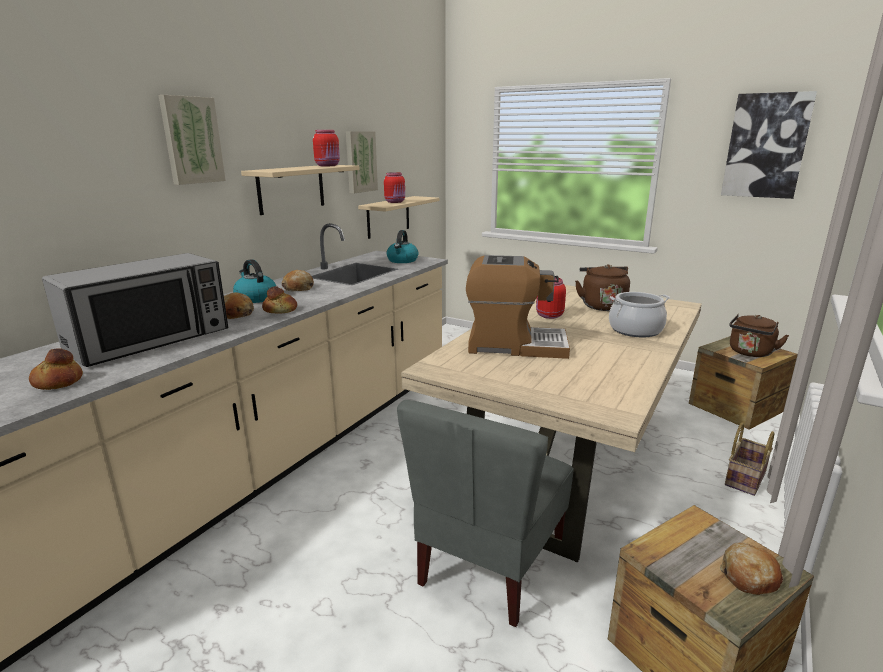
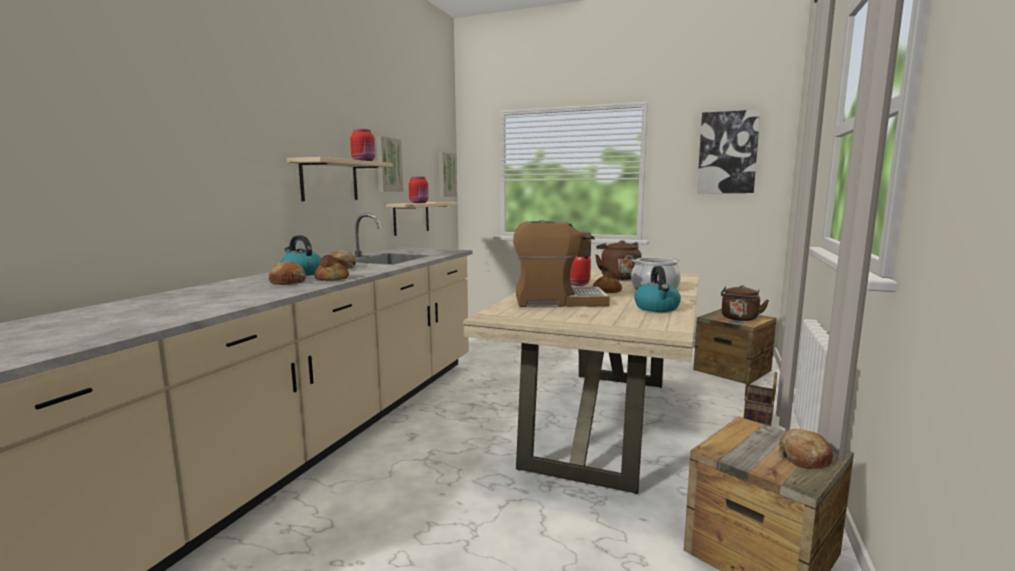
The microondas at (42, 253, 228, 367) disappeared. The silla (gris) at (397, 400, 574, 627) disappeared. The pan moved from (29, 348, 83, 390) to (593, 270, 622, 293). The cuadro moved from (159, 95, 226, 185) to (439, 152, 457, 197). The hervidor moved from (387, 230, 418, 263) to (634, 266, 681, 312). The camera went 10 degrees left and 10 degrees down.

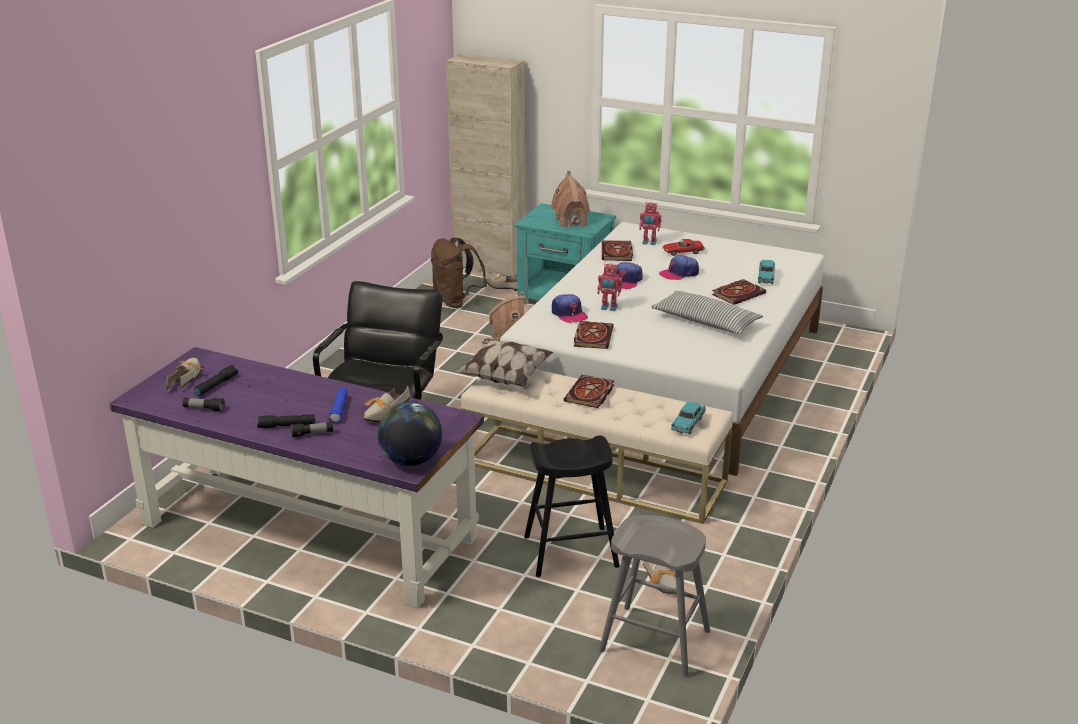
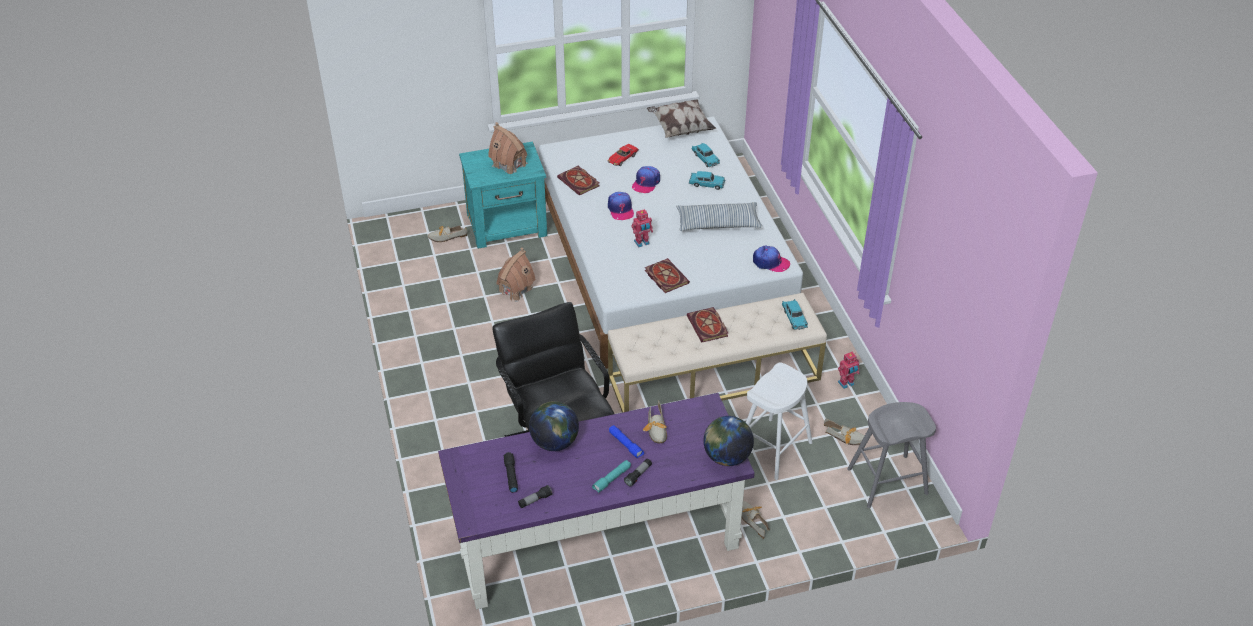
The mochila (marrón) at (431, 238, 487, 308) disappeared. The armario (beis) at (446, 53, 525, 278) disappeared. The globo terráqueo at (529, 401, 579, 451) appeared. The zapato moved from (166, 358, 204, 392) to (742, 501, 770, 539). The cojín moved from (456, 338, 553, 386) to (647, 99, 716, 138). The gorra moved from (552, 294, 588, 323) to (753, 246, 790, 272). The robot de juguete moved from (639, 202, 661, 245) to (838, 352, 859, 389). The libro at (712, 279, 766, 305) was replaced by the coche de juguete (turquesa) at (689, 171, 725, 190). The linterna (negro) at (257, 414, 315, 428) became the linterna (turquesa) at (592, 460, 631, 493). The taburete (negro) at (524, 435, 620, 577) became the taburete (blanco) at (746, 363, 812, 480). The camera went 40 degrees left and 15 degrees up.

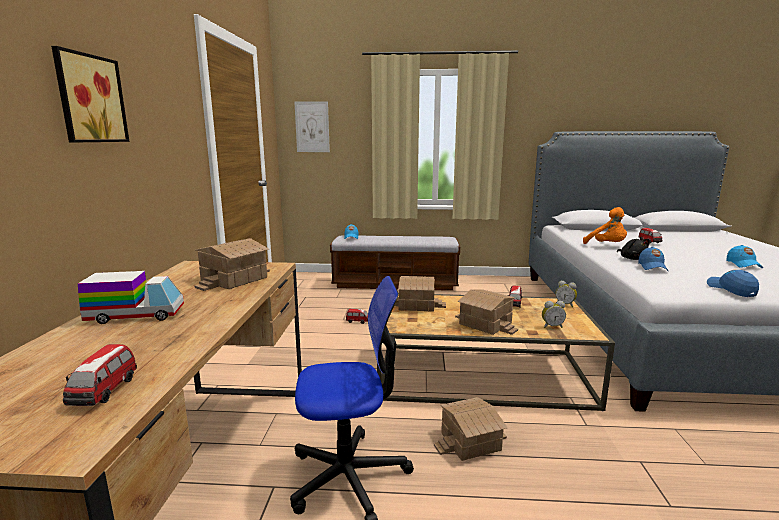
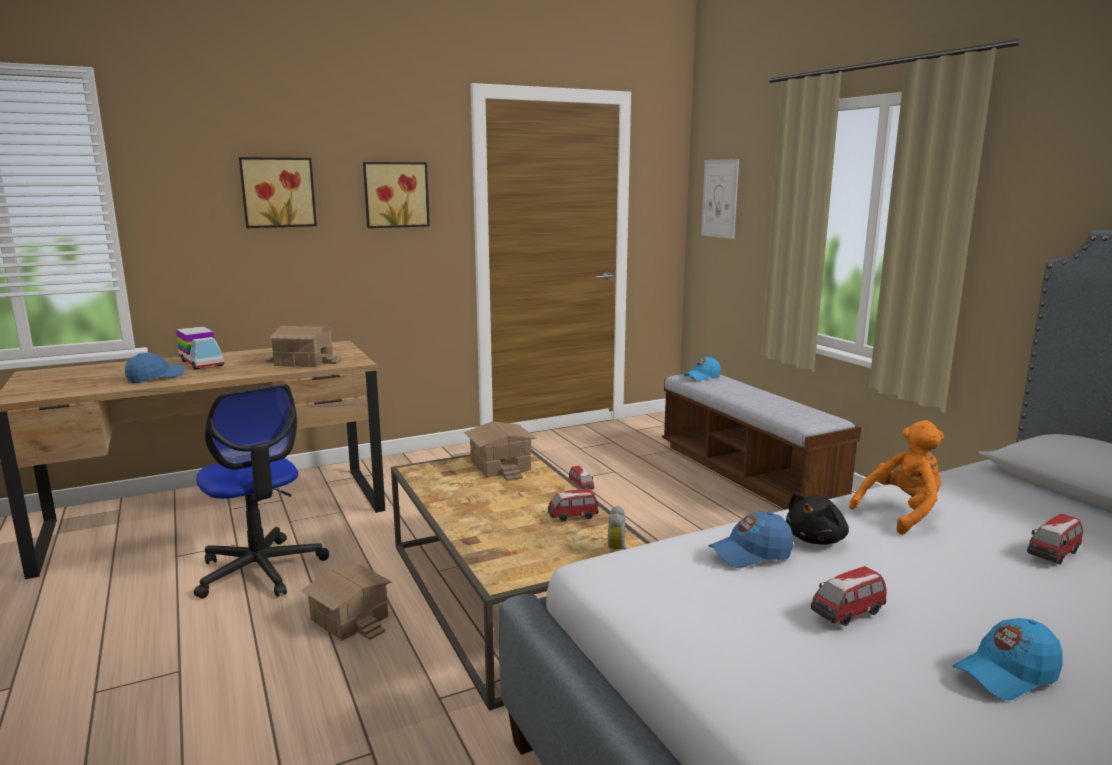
The casita at (455, 289, 518, 335) disappeared. The despertador at (542, 301, 566, 328) disappeared. The cuadro at (363, 162, 430, 228) appeared. The coche de juguete moved from (63, 344, 137, 406) to (811, 566, 887, 626). The gorra (azul) moved from (707, 270, 759, 297) to (125, 353, 185, 383). The peluche (naranja) at (583, 207, 627, 244) turned 150 degrees counterclockwise. The camera went 60 degrees right and 0 degrees up.

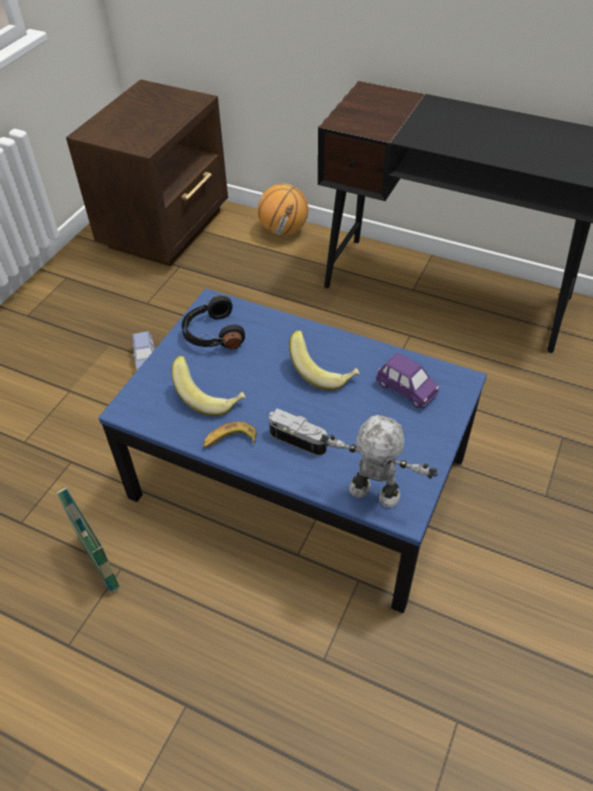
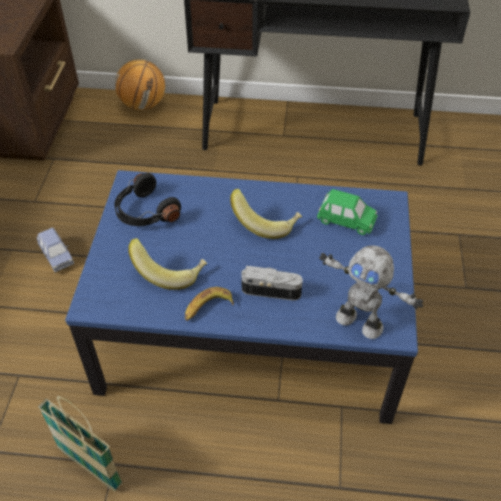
The coche de juguete (morado) at (376, 353, 440, 408) became the coche de juguete (verde) at (317, 189, 378, 235). The robot de juguete at (320, 415, 438, 507) turned 150 degrees counterclockwise. The camera went 20 degrees left and 0 degrees up.

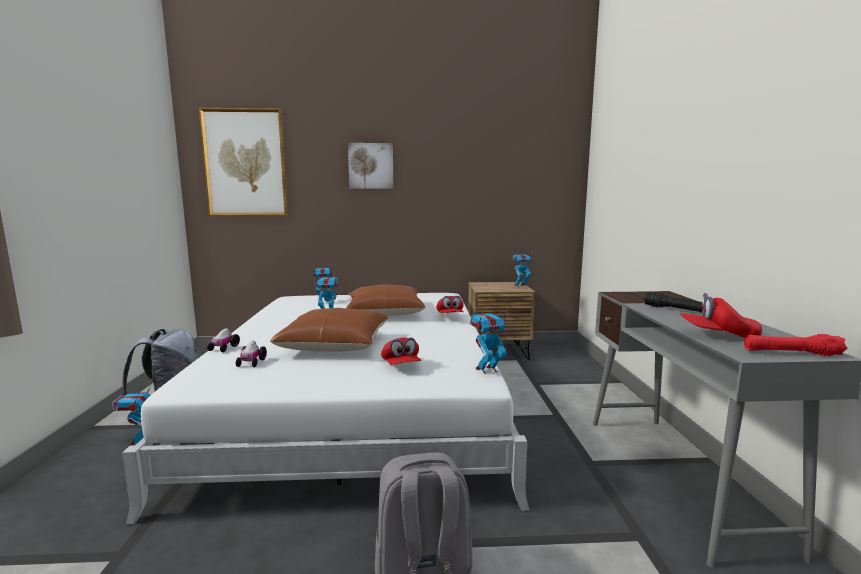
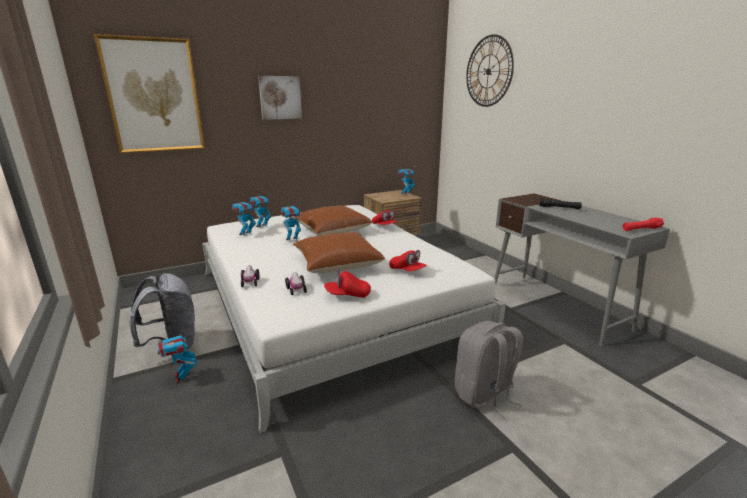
The reloj de pared at (466, 34, 514, 107) appeared. The robot de juguete moved from (470, 308, 508, 374) to (232, 200, 256, 237). The gorra (rojo) moved from (680, 293, 762, 338) to (324, 269, 371, 298). The camera went 25 degrees left and 10 degrees up.

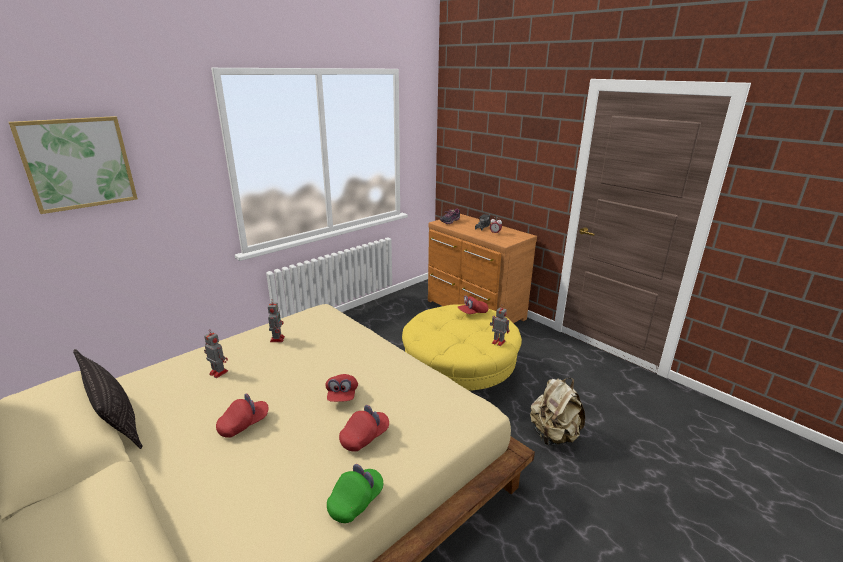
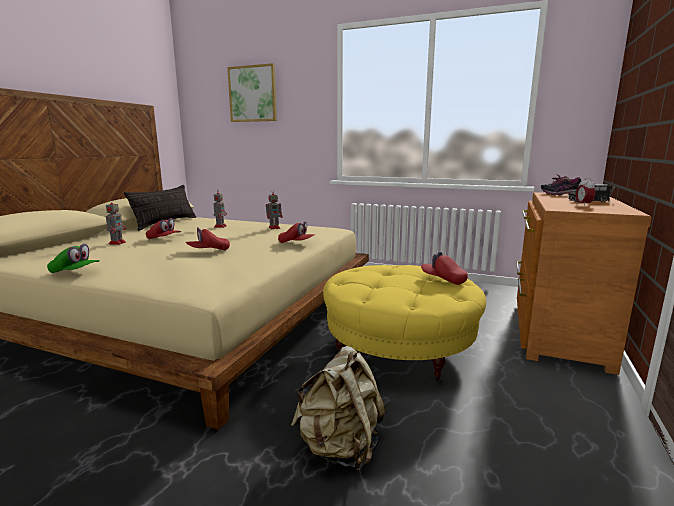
The gorra (rojo) moved from (339, 405, 389, 451) to (278, 221, 315, 243). The robot de juguete moved from (490, 307, 510, 346) to (106, 199, 126, 245). The camera went 65 degrees right and 10 degrees down.

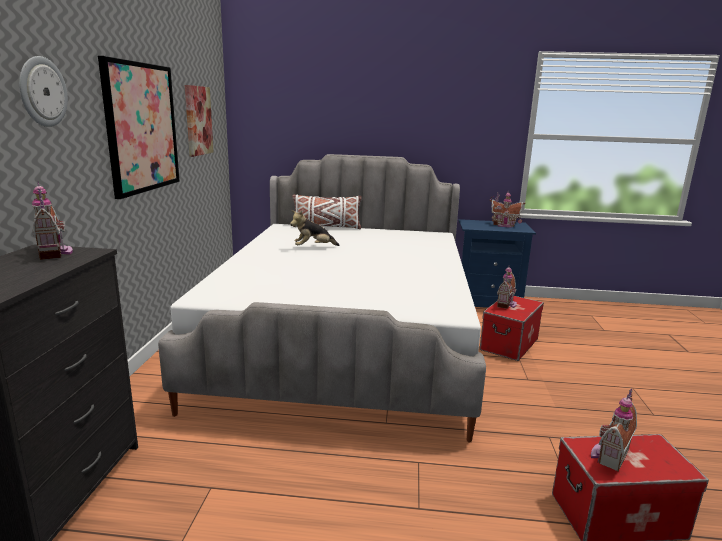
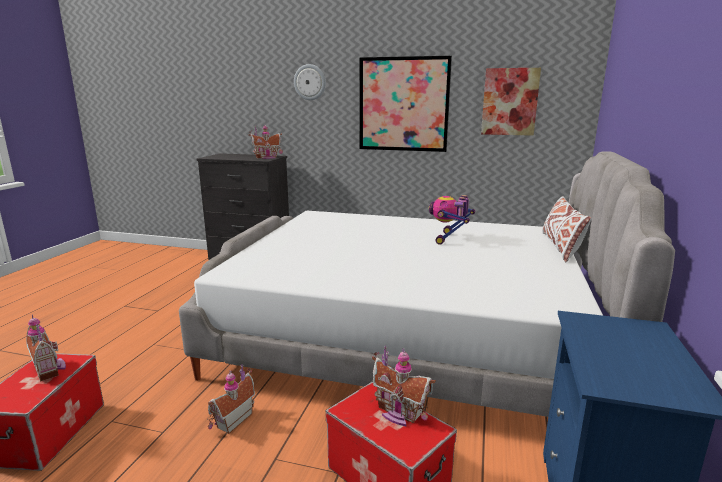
The casita moved from (489, 191, 525, 228) to (208, 364, 255, 434). The peluche at (290, 210, 340, 246) was replaced by the robot de juguete at (429, 195, 475, 245). The camera went 100 degrees right and 0 degrees up.

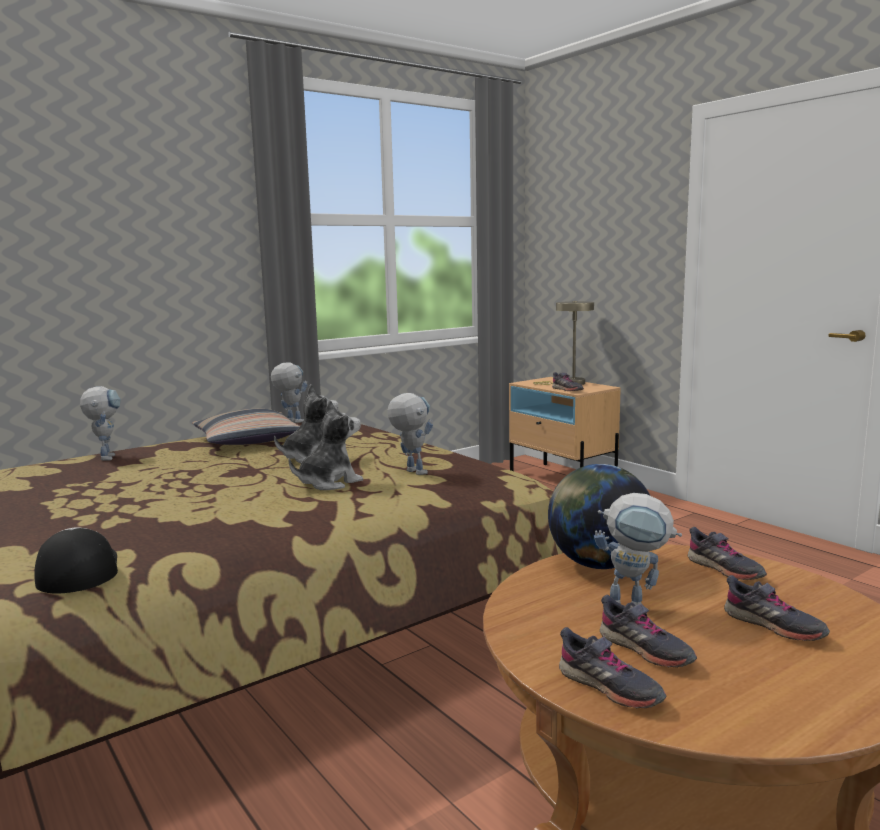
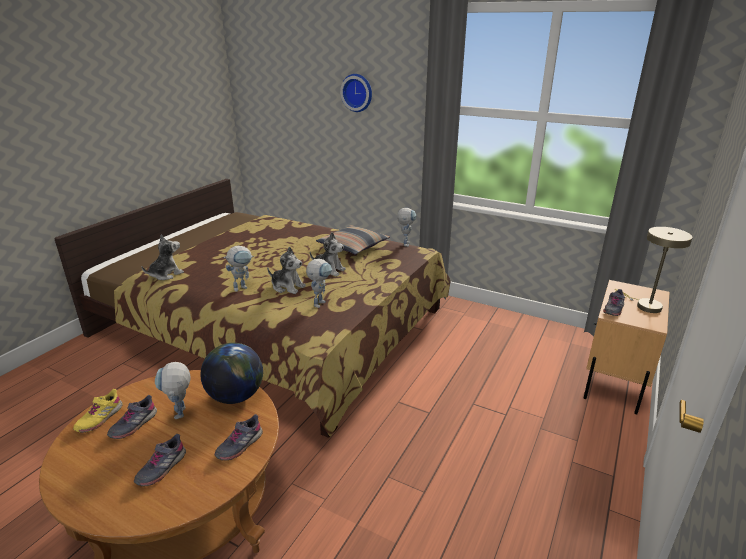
The reloj de pared at (340, 74, 372, 112) appeared. The robot de juguete moved from (80, 386, 121, 461) to (224, 246, 254, 292). The gorra at (34, 527, 118, 593) was replaced by the peluche at (142, 234, 184, 280). The zapato (gris) at (559, 627, 666, 708) became the zapato (amarillo) at (73, 389, 123, 433). The camera went 65 degrees right and 15 degrees up.

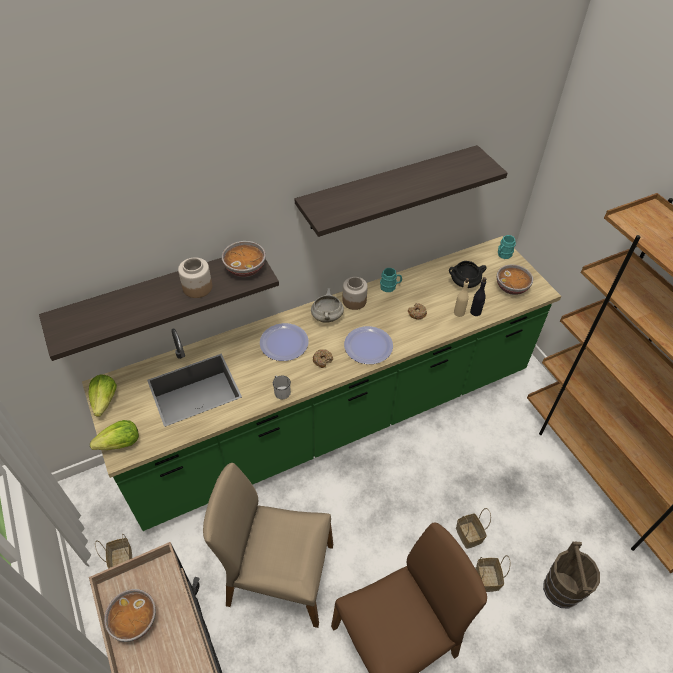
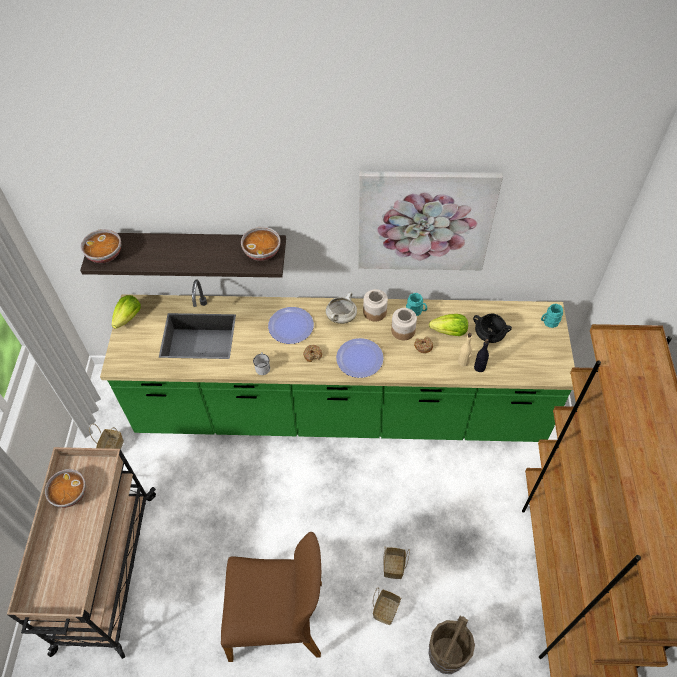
The silla (beis) at (203, 463, 333, 628) disappeared. The lechuga moved from (90, 420, 139, 450) to (429, 314, 468, 336). The tarro moved from (178, 257, 212, 298) to (391, 308, 417, 340). The cuenco moved from (497, 264, 533, 295) to (81, 229, 121, 263). The estante at (295, 145, 507, 237) was replaced by the cuadro at (358, 171, 503, 270). The camera went 30 degrees right and 5 degrees up.

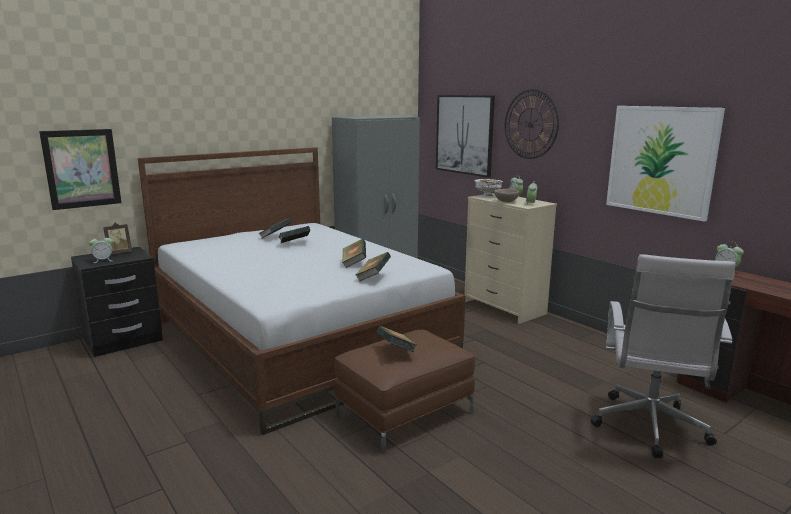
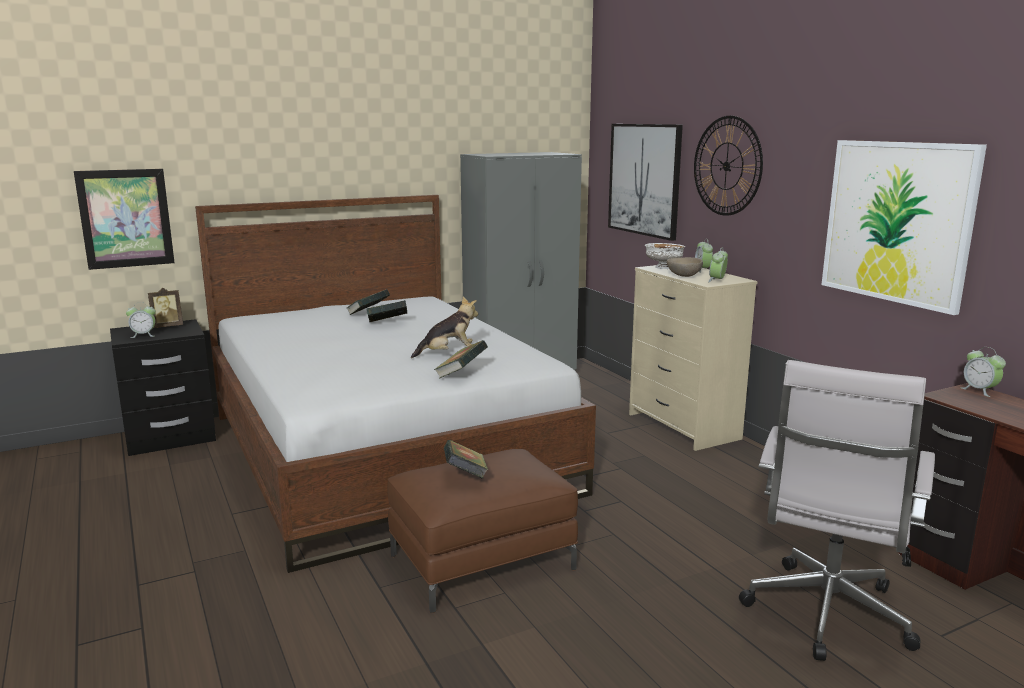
The libro at (342, 239, 366, 268) was replaced by the peluche at (411, 297, 478, 358). The camera went 10 degrees right and 0 degrees up.

